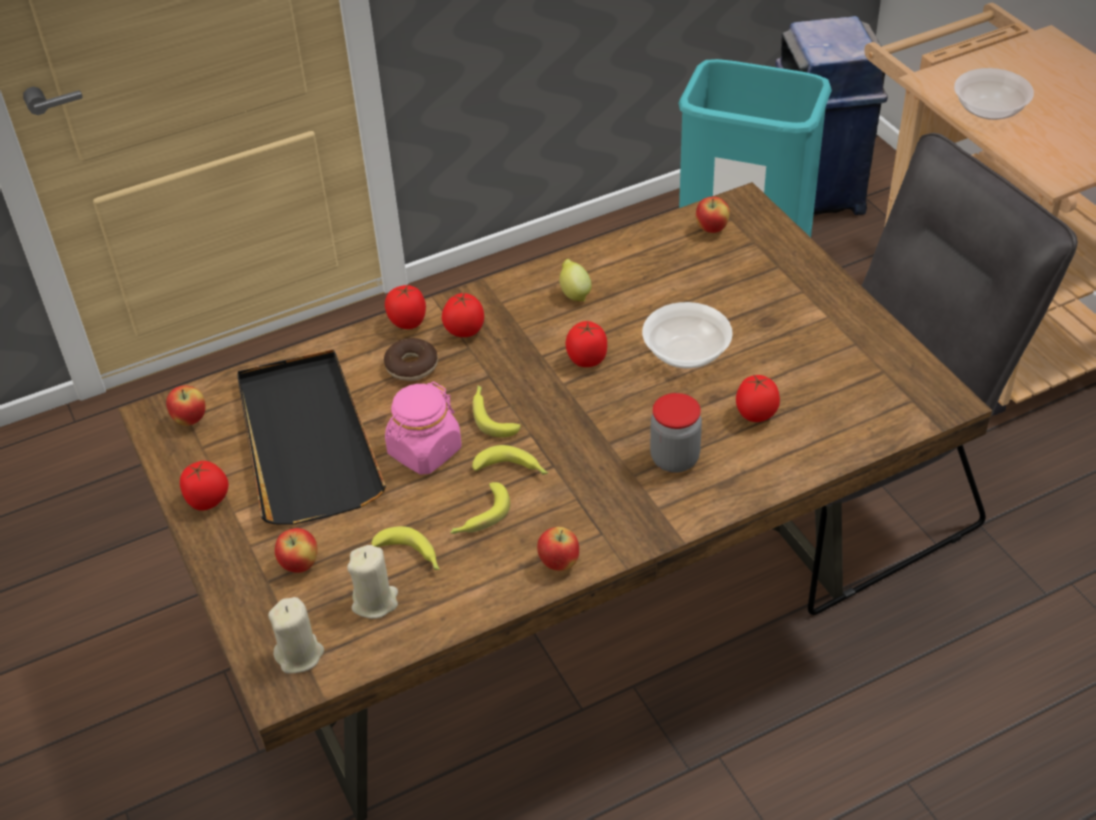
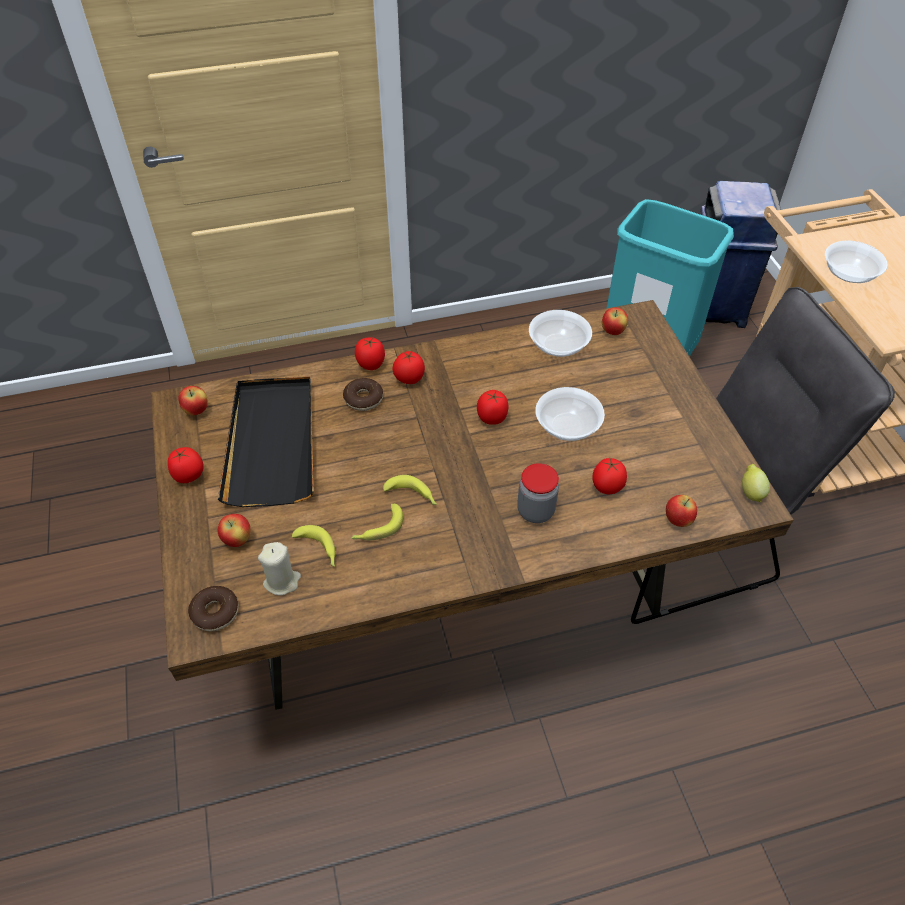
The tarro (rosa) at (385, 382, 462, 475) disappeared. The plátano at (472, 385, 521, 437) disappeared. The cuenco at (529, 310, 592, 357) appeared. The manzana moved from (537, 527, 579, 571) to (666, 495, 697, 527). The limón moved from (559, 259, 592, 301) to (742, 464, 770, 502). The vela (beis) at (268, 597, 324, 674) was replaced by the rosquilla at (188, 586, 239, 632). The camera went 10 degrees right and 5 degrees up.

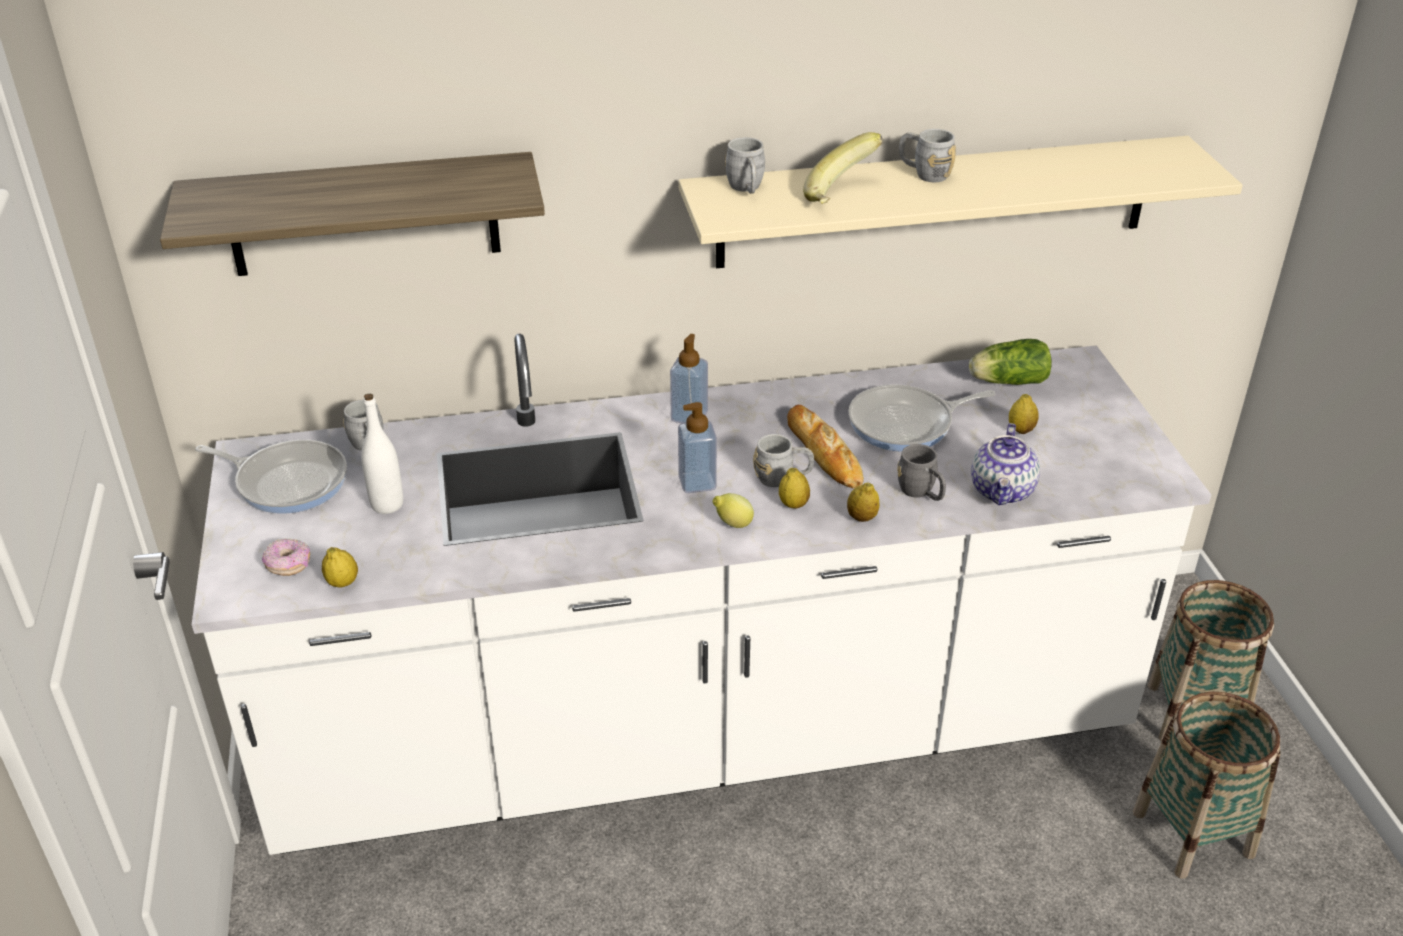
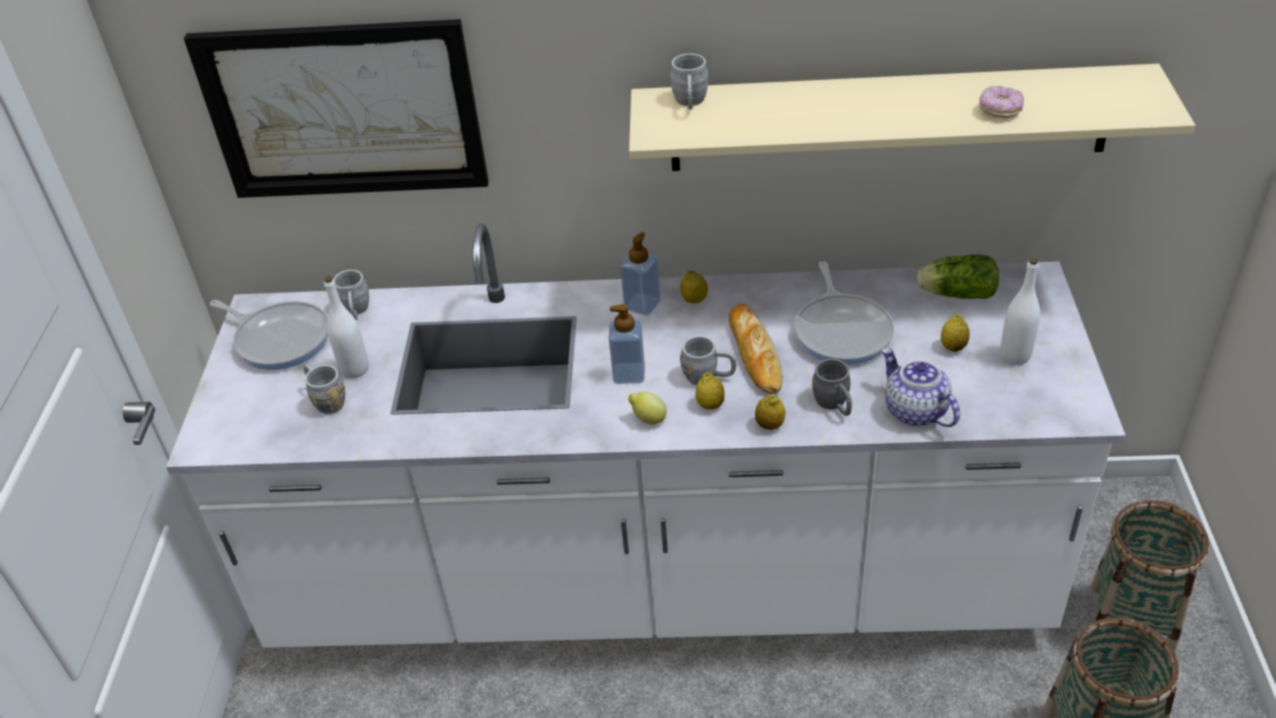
The plátano at (803, 132, 883, 204) disappeared. The botella (blanco) at (1000, 258, 1040, 365) appeared. The rosquilla moved from (262, 538, 310, 576) to (979, 86, 1024, 118). The limón moved from (322, 547, 358, 588) to (680, 270, 708, 303). The taza grande (gris) moved from (899, 129, 956, 182) to (304, 364, 345, 414). The estante at (160, 152, 545, 276) was replaced by the cuadro at (184, 19, 489, 198). The sartén at (848, 385, 995, 452) turned 90 degrees counterclockwise. The tetera at (971, 423, 1040, 505) turned 120 degrees clockwise. The camera went 15 degrees right and 5 degrees up.

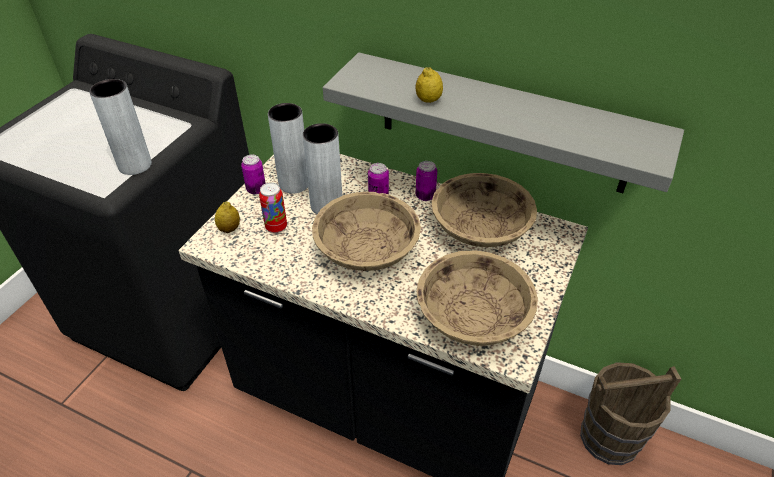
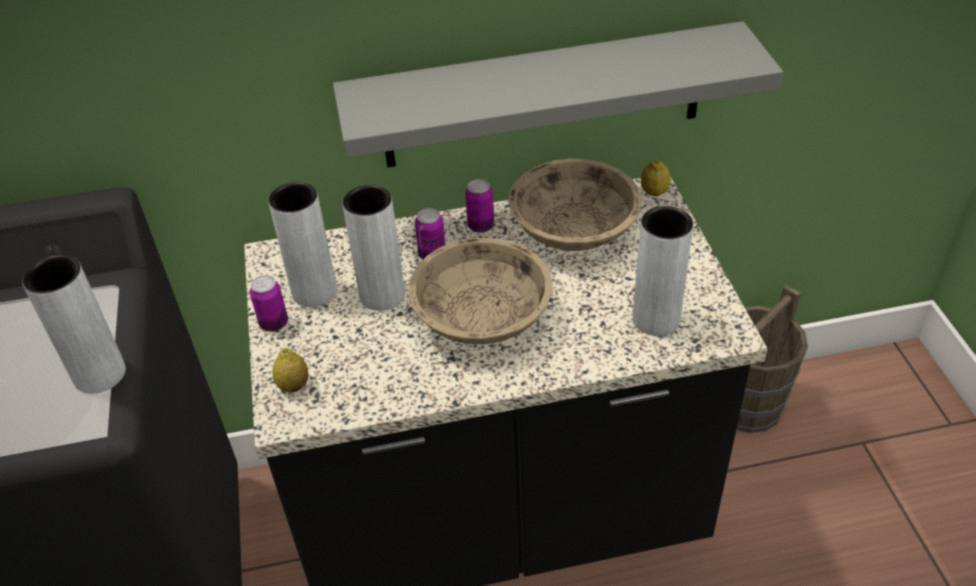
The lata at (259, 182, 287, 233) disappeared. The limón moved from (416, 67, 443, 103) to (641, 160, 671, 196). The cuenco (beis) at (417, 250, 538, 346) was replaced by the florero (gris) at (633, 206, 693, 336). The camera went 35 degrees left and 0 degrees up.

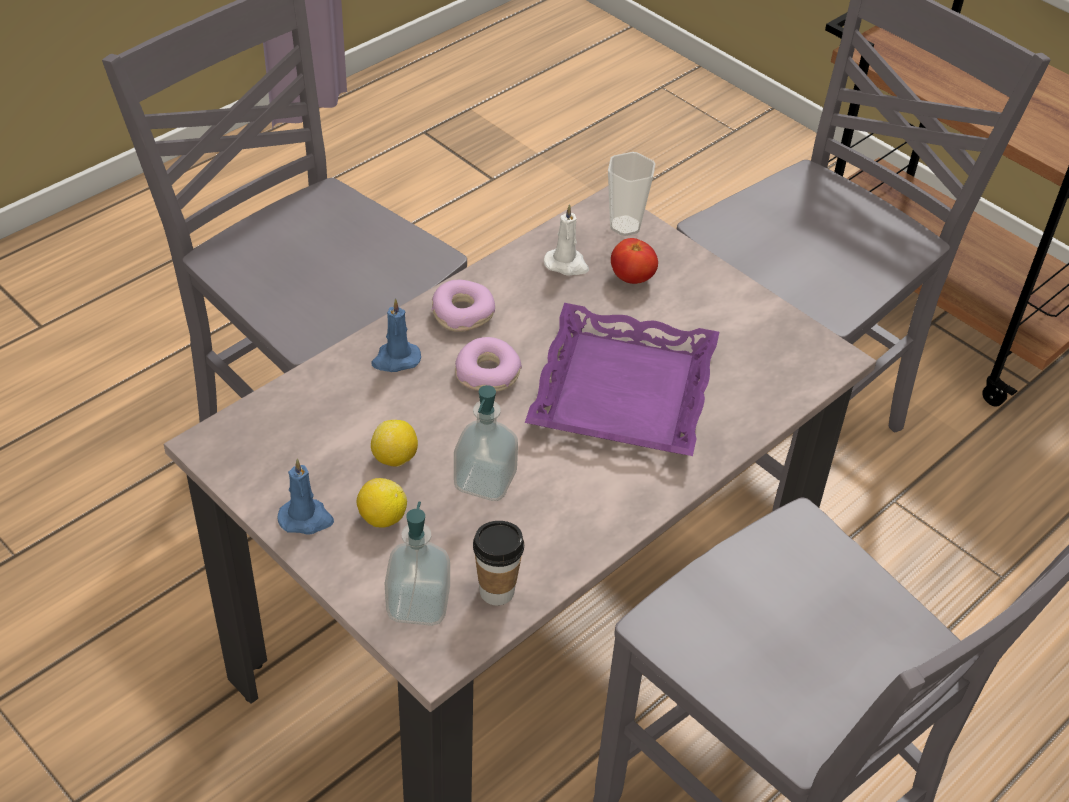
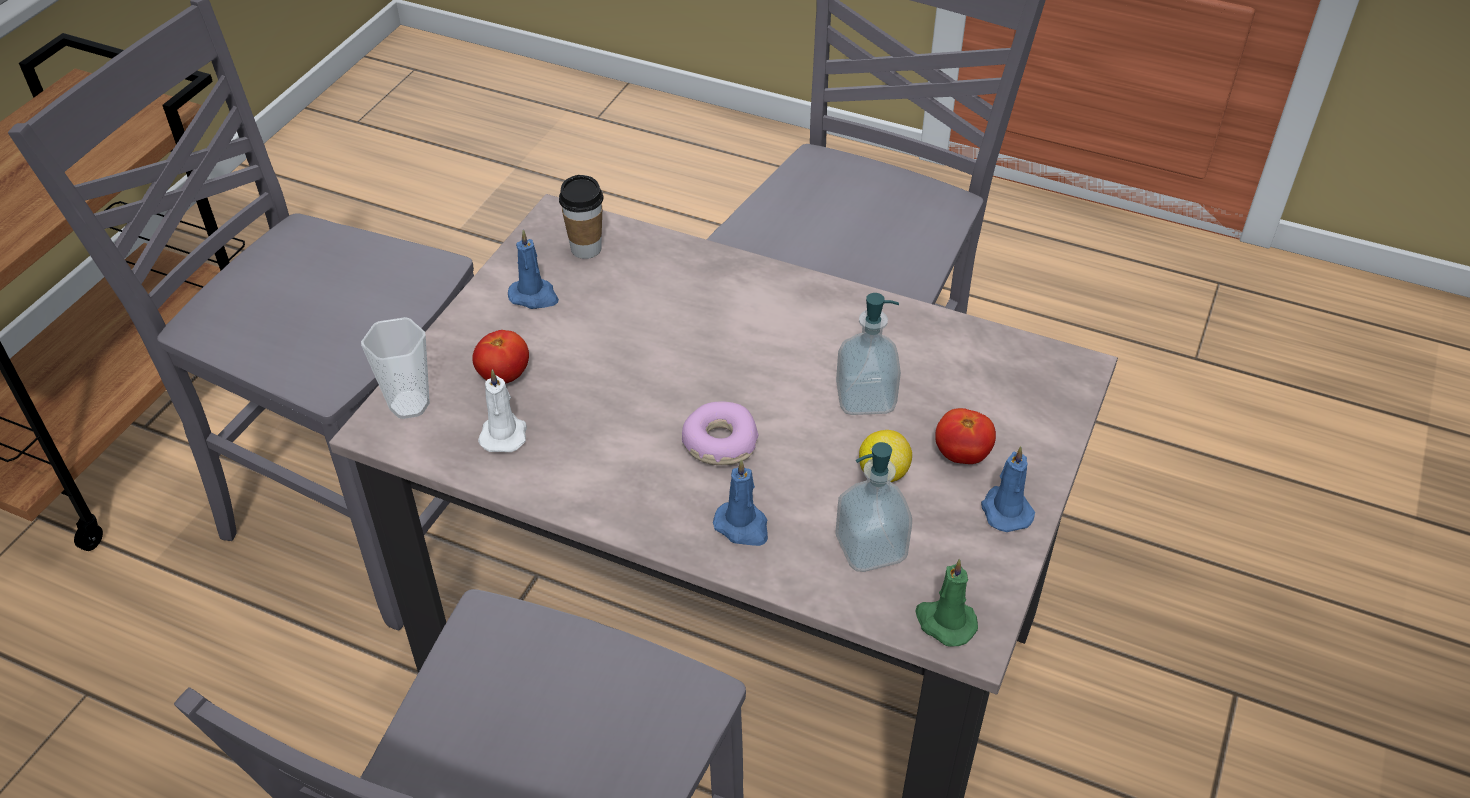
The rosquilla at (431, 280, 495, 332) disappeared. The bandeja (morado) at (525, 303, 719, 456) disappeared. The vela (azul) at (508, 230, 559, 309) appeared. The vela (verde) at (915, 559, 978, 646) appeared. The dispensador de jabón moved from (385, 502, 450, 626) to (835, 442, 912, 572). The taza moved from (473, 521, 524, 606) to (559, 175, 603, 259). The limón at (357, 478, 407, 528) was replaced by the tomate at (935, 408, 996, 464). The camera went 110 degrees left and 0 degrees up.

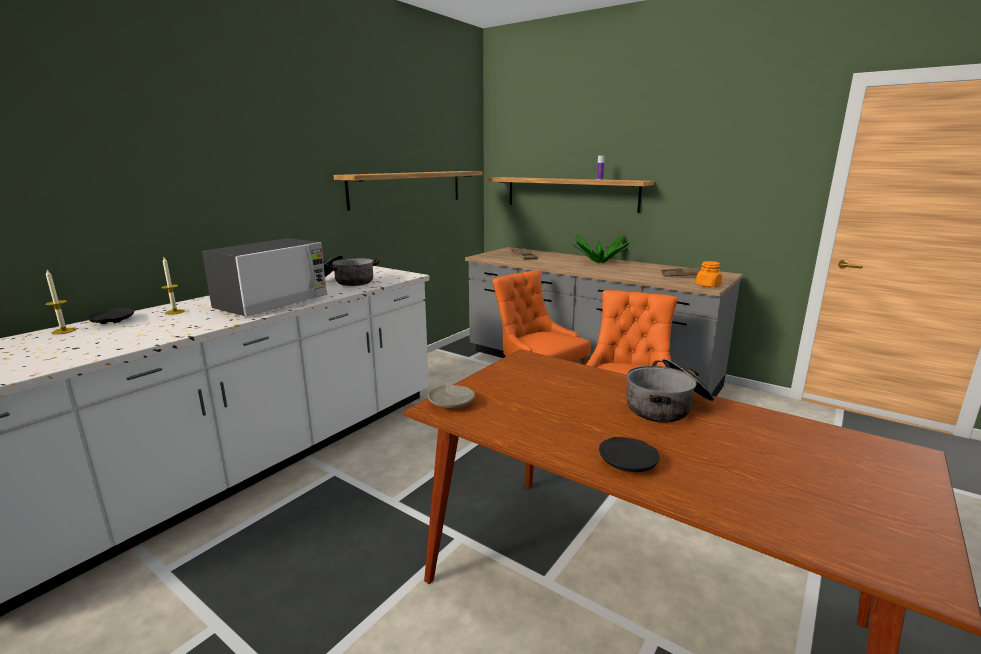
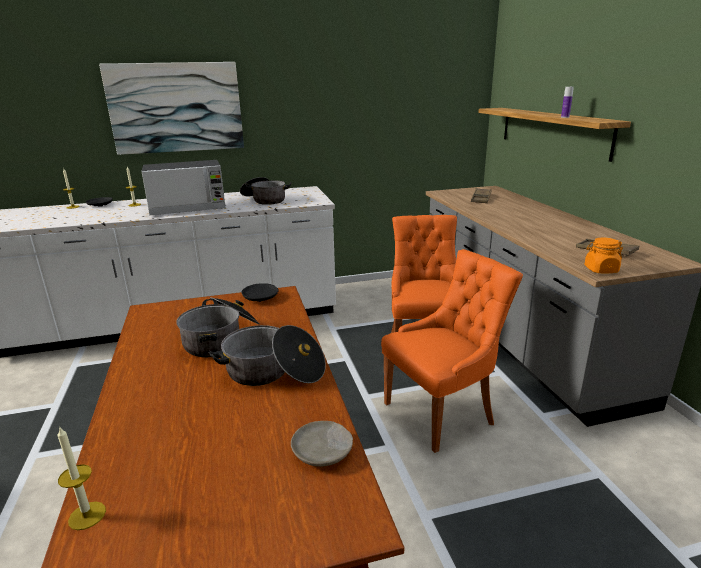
The estante at (334, 171, 483, 211) disappeared. The planta en maceta at (572, 234, 630, 263) disappeared. The vela at (58, 426, 106, 530) appeared. The cuadro at (99, 62, 244, 155) appeared. The olla at (176, 297, 260, 357) appeared. The plato (beis) moved from (428, 385, 475, 409) to (291, 421, 353, 467). The plato (negro) moved from (599, 437, 660, 472) to (242, 283, 279, 302). The camera went 40 degrees right and 5 degrees up.

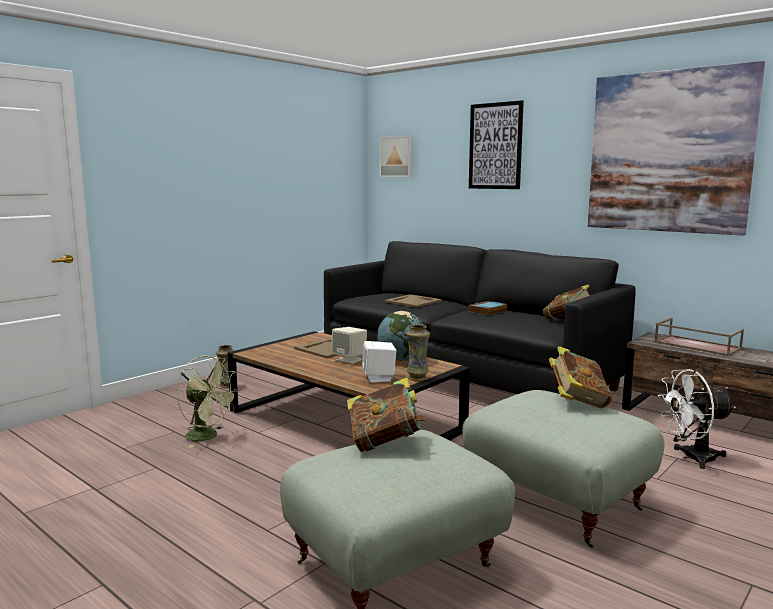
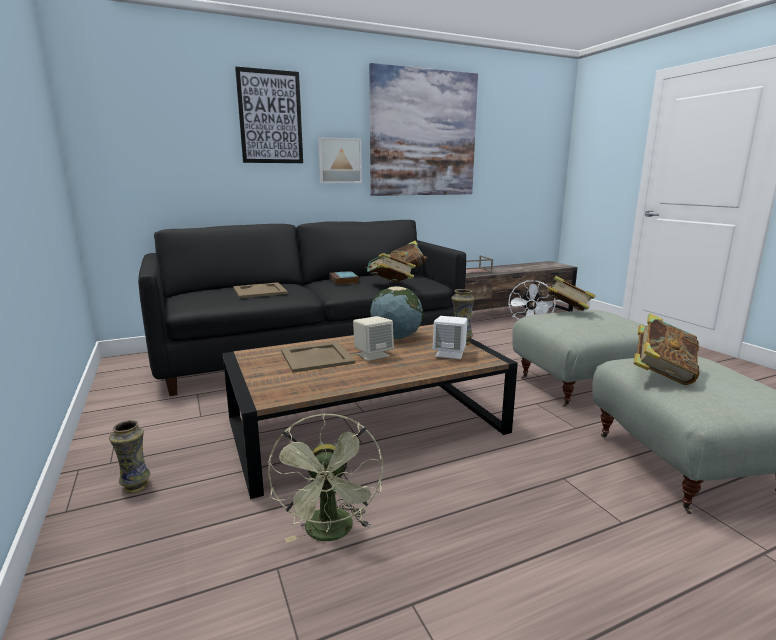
The libro at (366, 253, 416, 282) appeared. The cuadro moved from (379, 136, 413, 177) to (318, 137, 362, 183). The ventilador (verde) at (177, 356, 239, 448) turned 120 degrees clockwise. The camera went 65 degrees left and 5 degrees up.

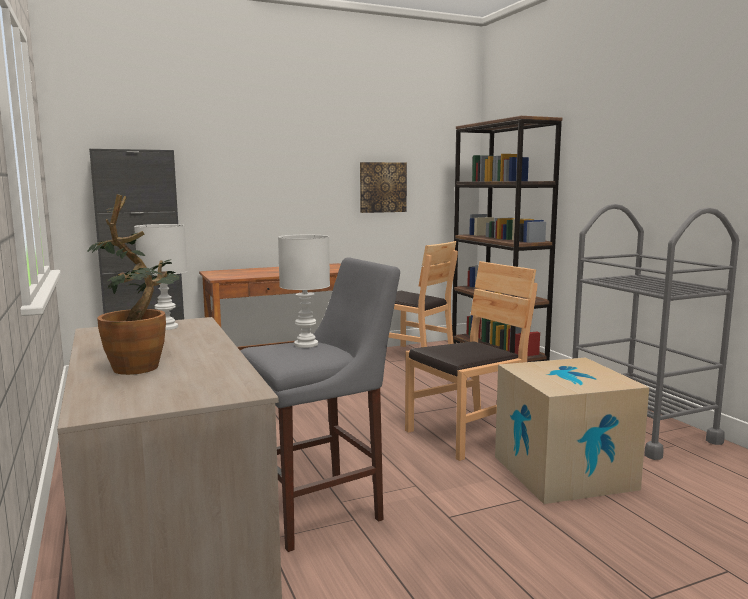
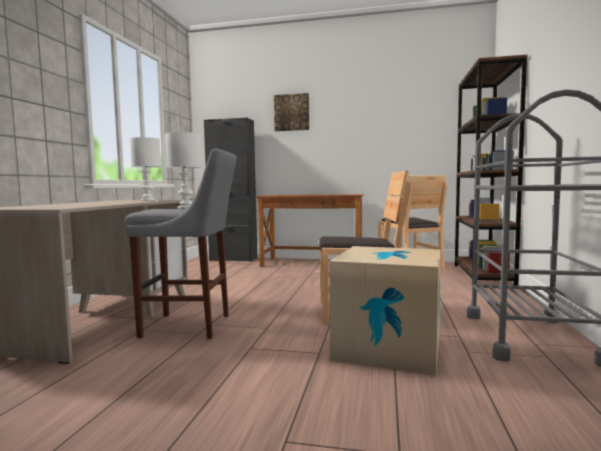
The planta en maceta at (87, 194, 180, 375) disappeared. The cuadro moved from (360, 162, 407, 213) to (274, 93, 309, 131). The camera went 35 degrees right and 5 degrees down.

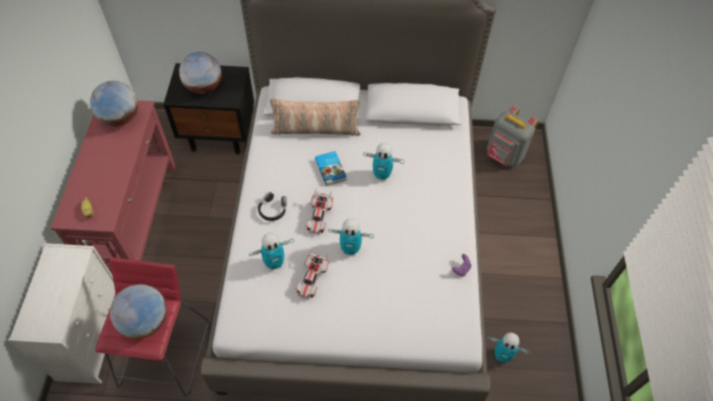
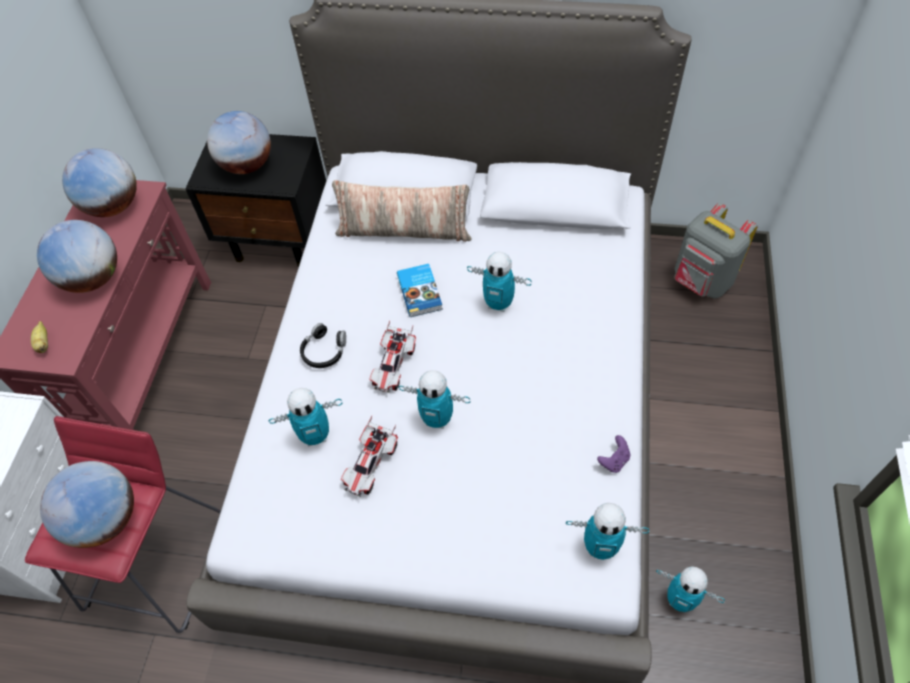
The globo terráqueo at (37, 220, 117, 293) appeared. The robot de juguete at (566, 503, 649, 560) appeared. The camera went 10 degrees right and 0 degrees up.

